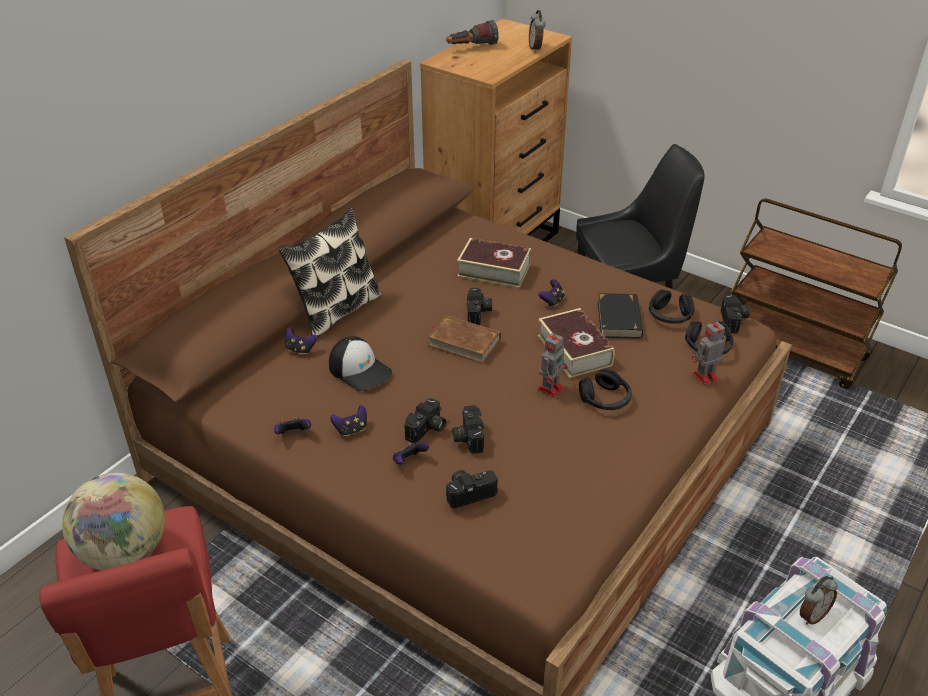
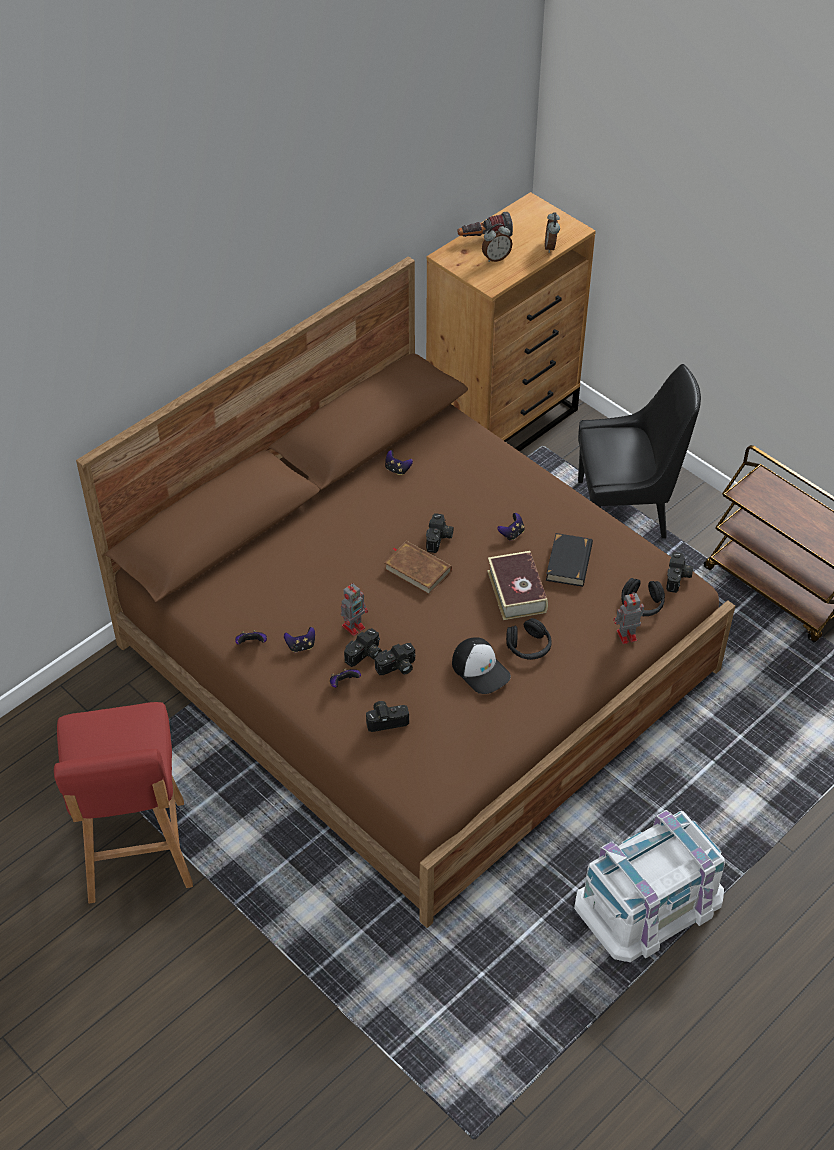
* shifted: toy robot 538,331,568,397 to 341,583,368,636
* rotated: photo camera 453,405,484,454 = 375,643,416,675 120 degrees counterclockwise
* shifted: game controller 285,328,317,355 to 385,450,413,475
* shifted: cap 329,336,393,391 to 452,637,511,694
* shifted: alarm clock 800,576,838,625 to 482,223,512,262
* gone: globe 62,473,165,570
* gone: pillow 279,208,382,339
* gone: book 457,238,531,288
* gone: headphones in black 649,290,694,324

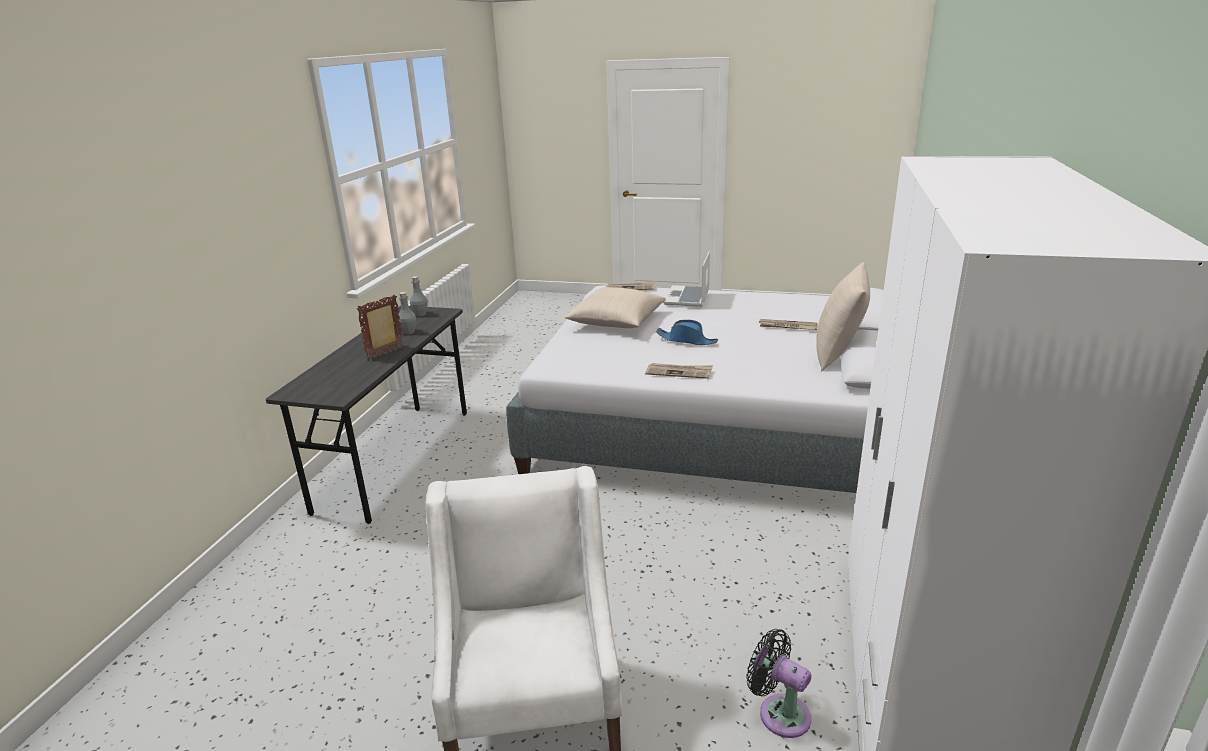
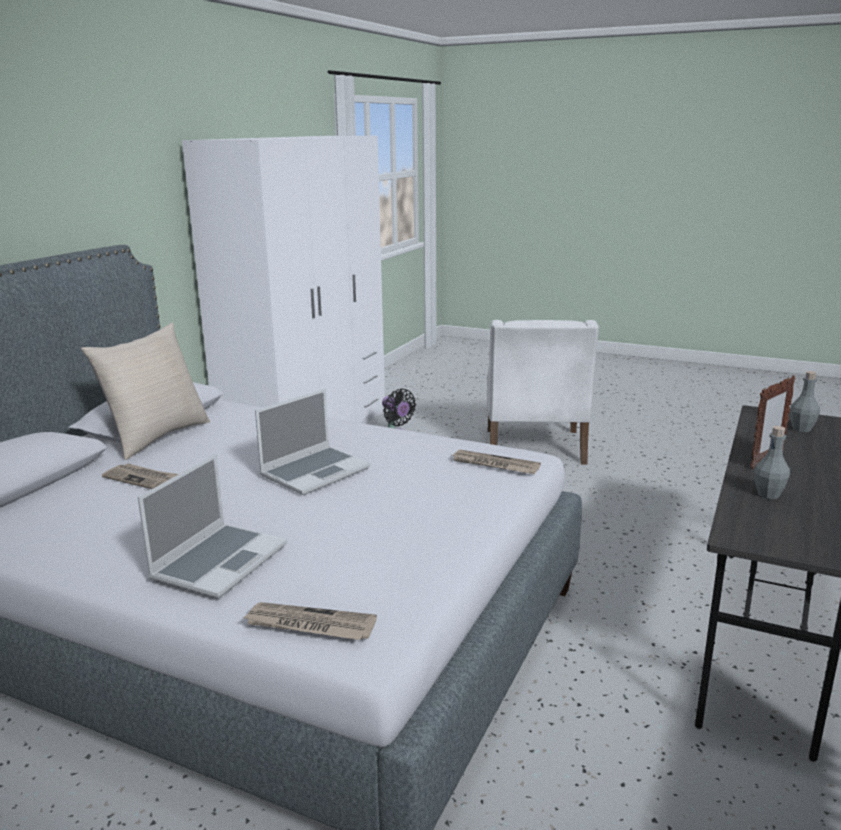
* swapped: hat in blue 656,320,718,345 to laptop 255,389,370,495
* shifted: newspaper 645,363,713,379 to 452,450,541,474
* shifted: bottle in grey 410,276,428,316 to 790,371,820,432
* gone: pillow in beige 564,287,666,328

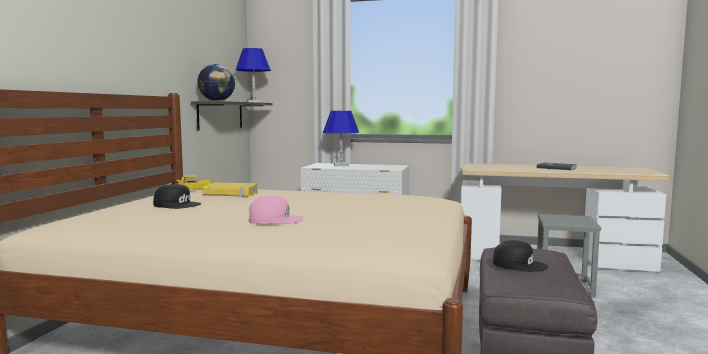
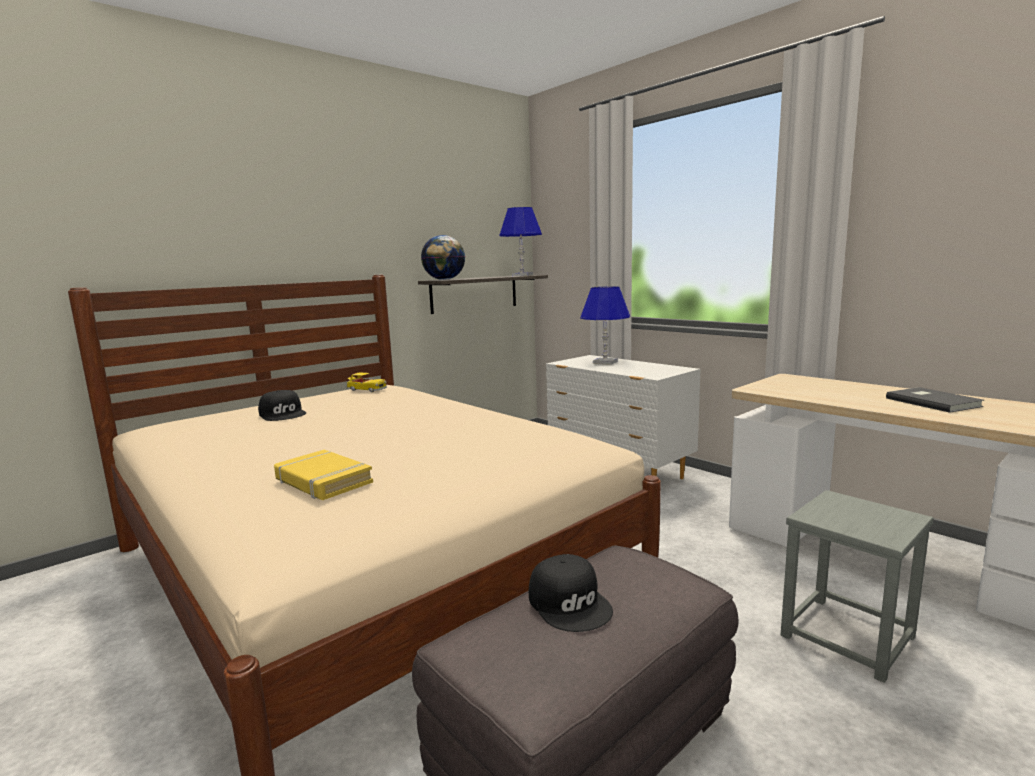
* shifted: book in yellow 202,182,258,197 to 274,450,373,500
* gone: cap in pink 249,196,304,224

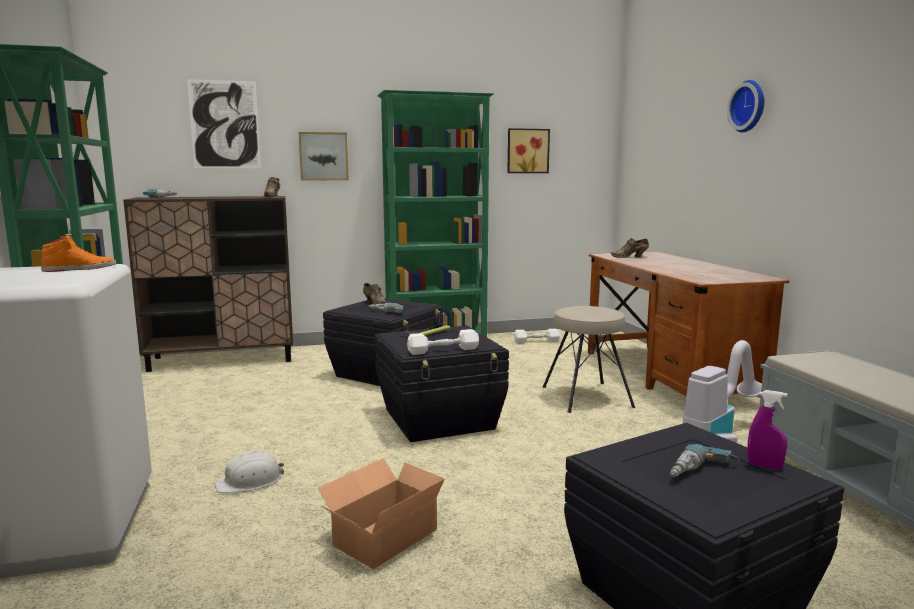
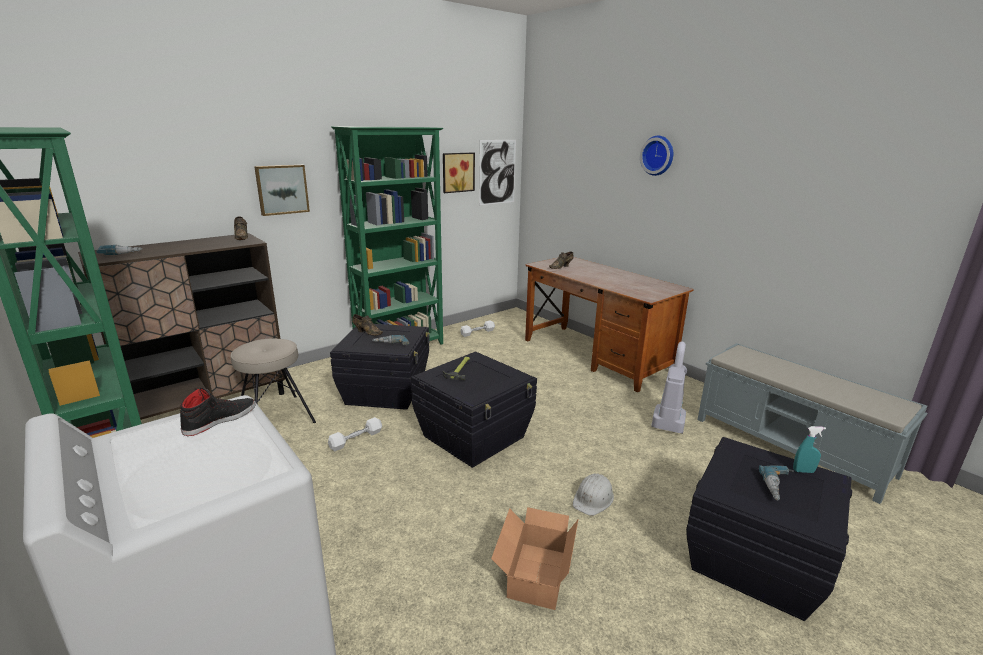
* repainted: shoe in orange 41,234,116,272 to shoe in black 179,387,256,436
* shifted: stool in beige 542,306,635,413 to 231,338,316,423
* shifted: dumbbell in white 407,329,479,355 to 328,417,382,451
* shifted: picture 187,79,261,168 to 479,140,516,206
* shifted: hard hat in white 214,450,284,493 to 573,474,614,516
* repainted: spray bottle in purple 747,390,788,469 to spray bottle in turquoise 793,426,826,473

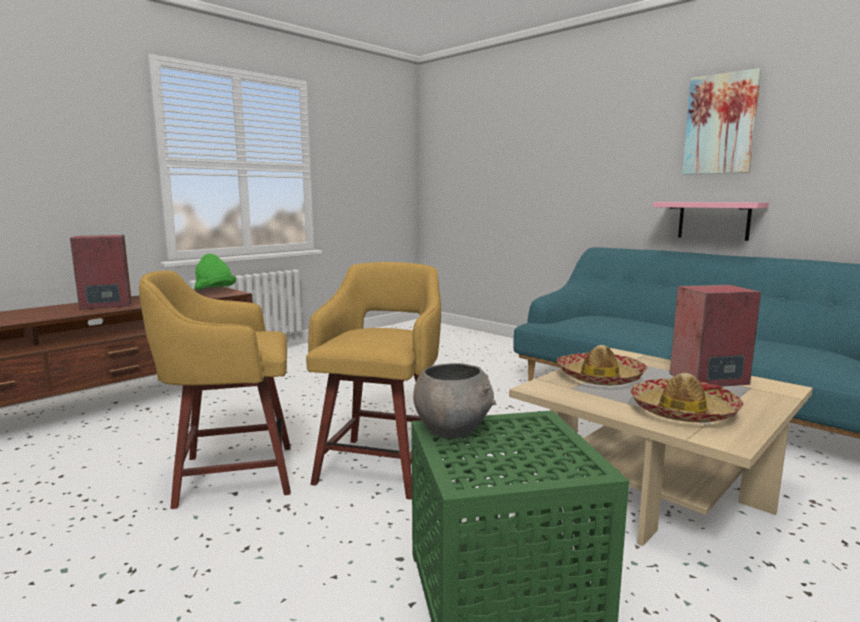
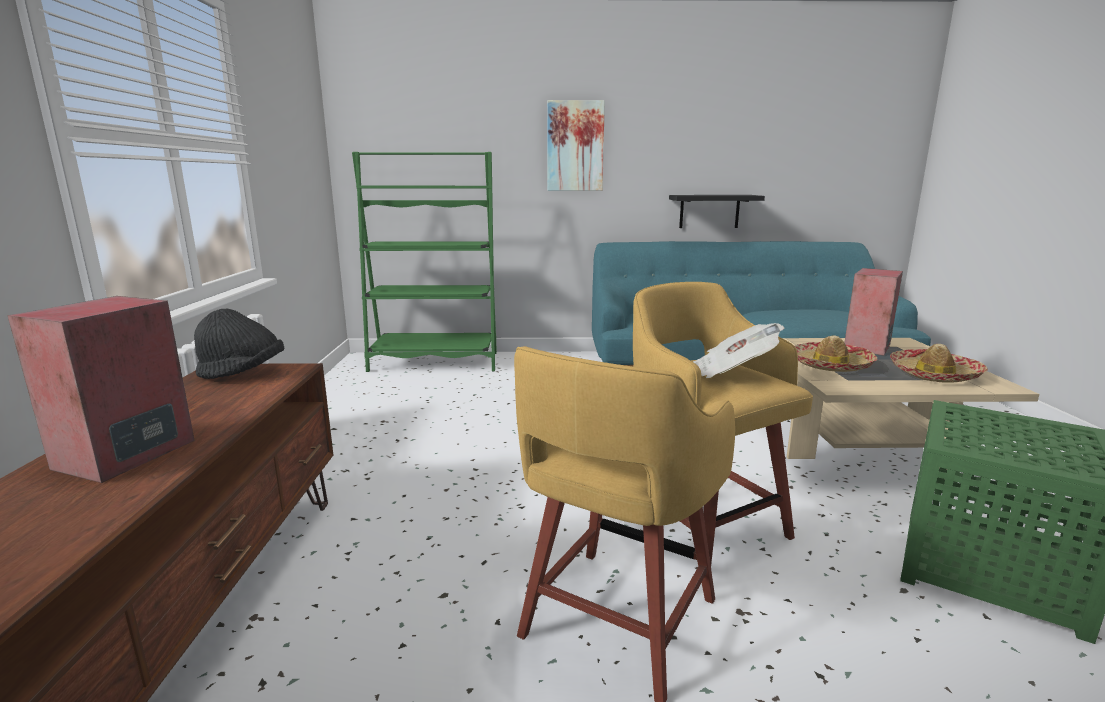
* repainted: hat in green 194,254,236,290 to hat in black 194,309,284,379
* new: bookcase in green 352,152,497,372
* shifted: picture 682,68,761,175 to 547,100,605,191
* repainted: shelf in pink 653,202,769,241 to shelf in black 669,195,765,228
* new: newspaper 693,323,785,378
* gone: bowl in grey 413,363,496,438

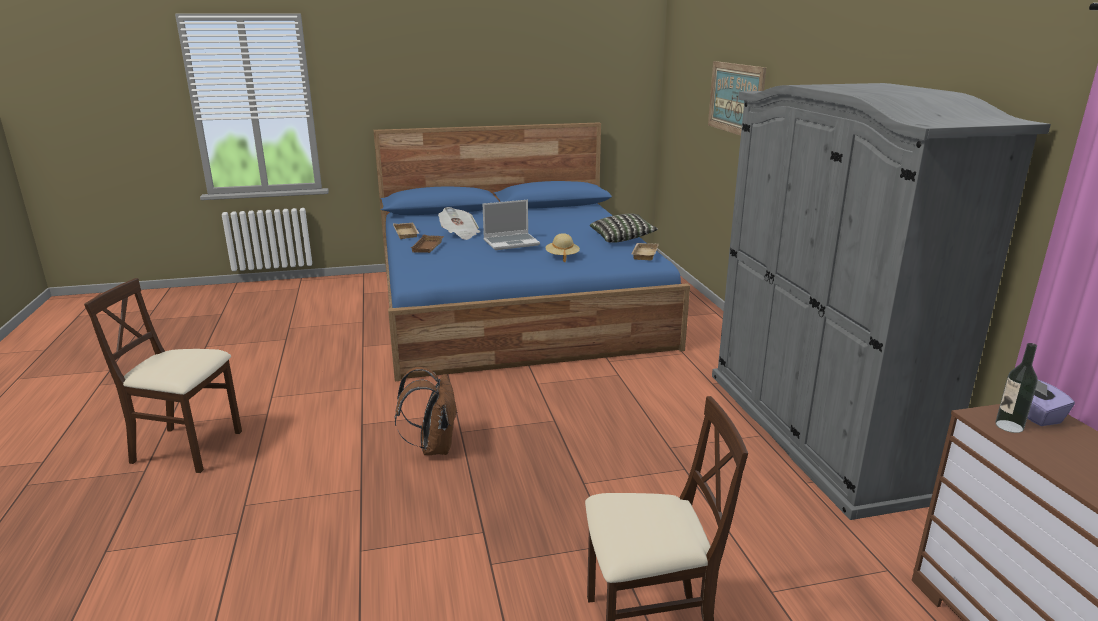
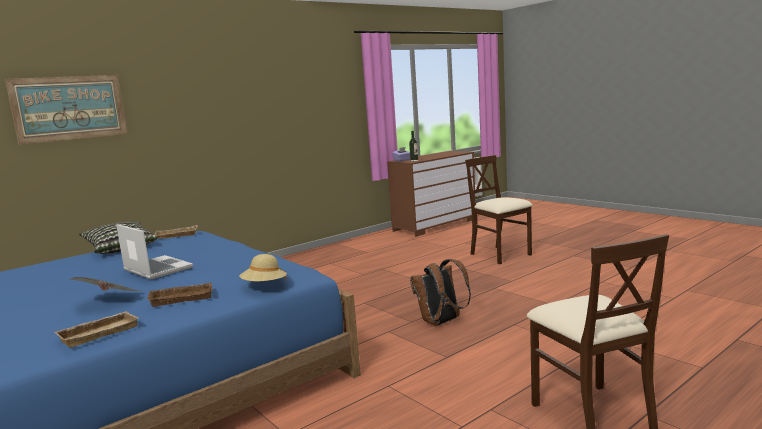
* shifted: hat in beige 546,233,580,262 to 239,254,287,281
* gone: wardrobe in grey 712,83,1051,520

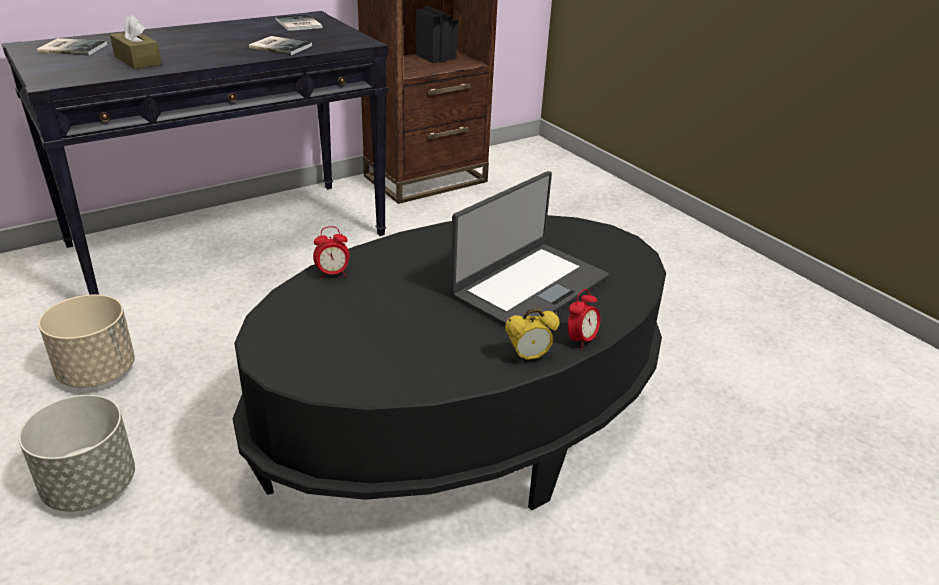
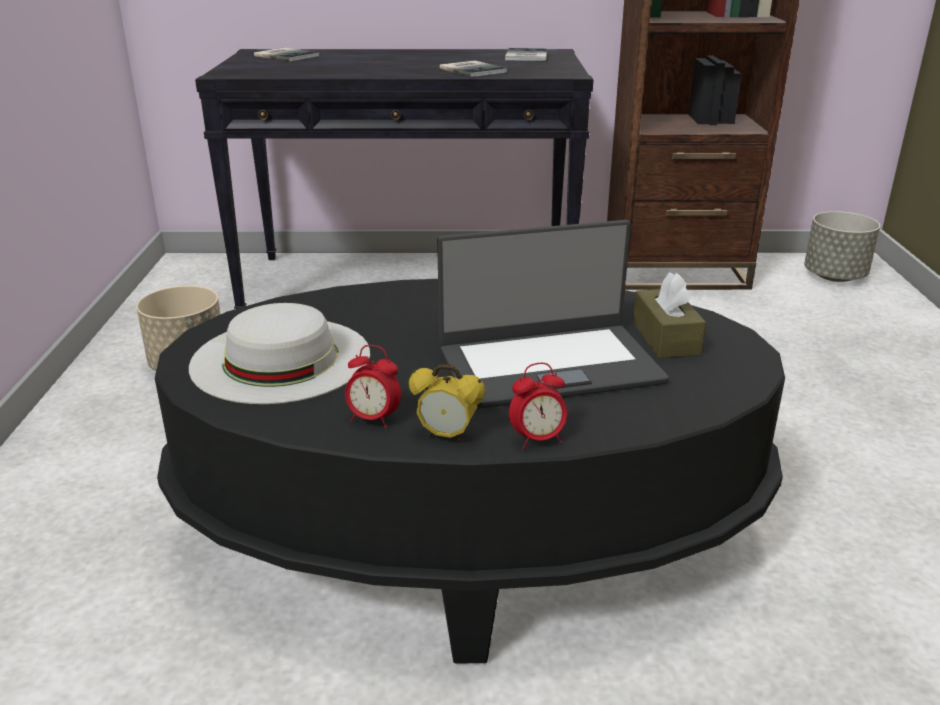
* new: hat in white 189,303,370,404
* shifted: alarm clock 313,226,349,279 to 345,345,401,428
* shifted: tissue box in brown 110,15,161,69 to 633,272,706,358
* shifted: planter in grey 19,395,135,512 to 804,211,880,282

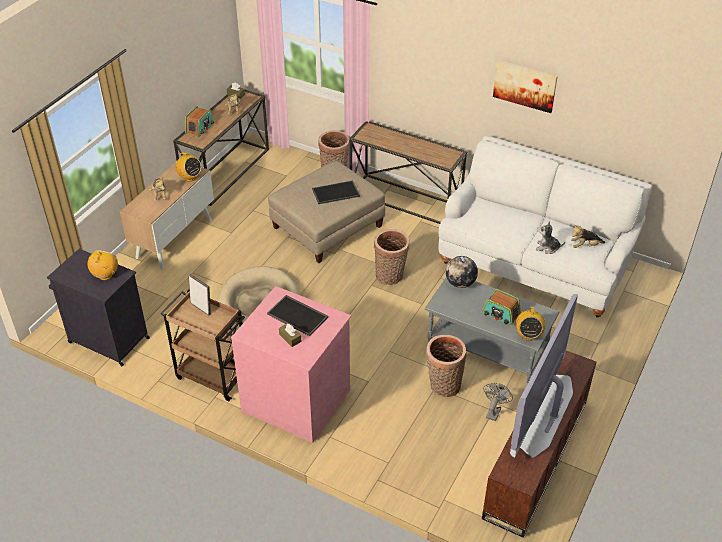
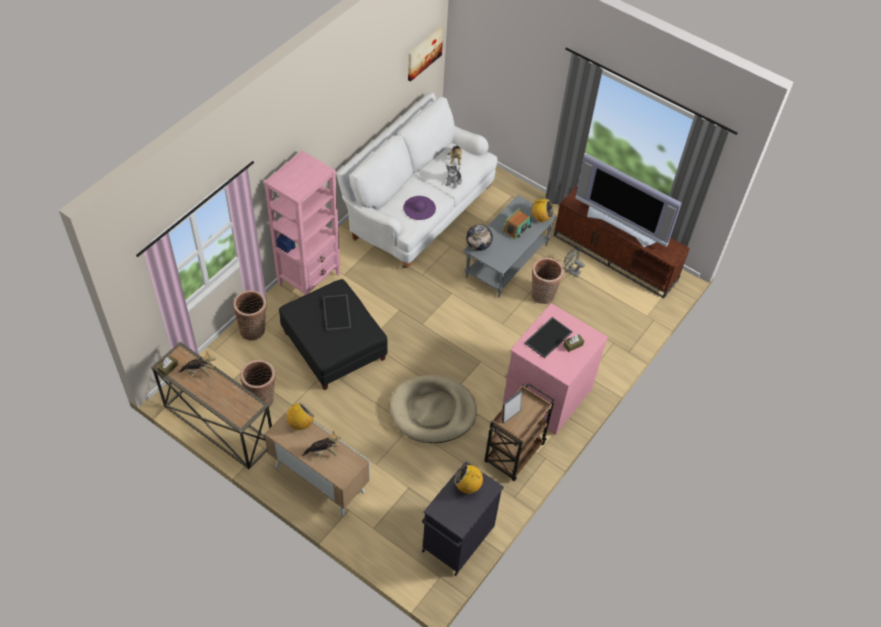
* shifted: basket 374,229,409,285 to 240,360,276,407
* swapped: console table 349,121,467,224 to bookcase in pink 264,151,341,296
* repainted: ottoman in beige 268,161,385,263 to ottoman in black 279,279,388,390
* new: hat in purple 403,196,436,220
* shifted: picture 493,60,558,113 to 408,27,443,82
* gone: radio 185,106,214,137

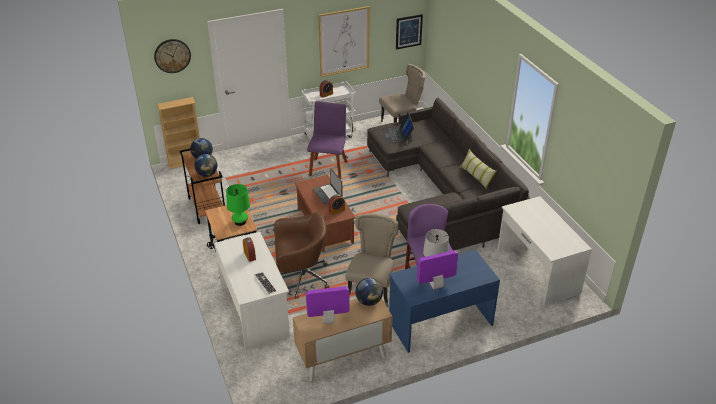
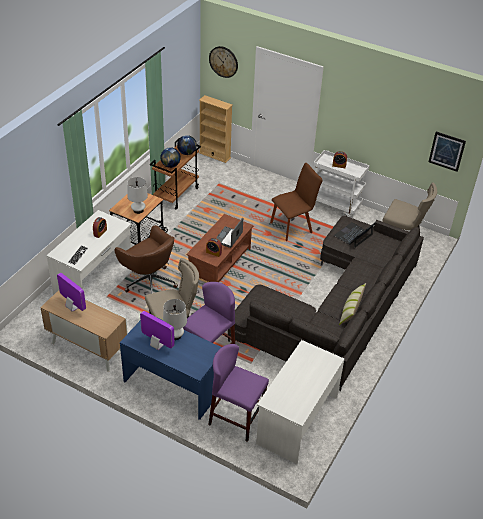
* repainted: table lamp in green 226,184,250,226 to table lamp in white 127,177,148,214
* new: stool in purple 208,344,269,442
* repainted: chair in purple 307,101,347,179 to chair in brown 270,163,323,241
* gone: picture 318,6,370,77
* gone: globe 355,278,383,306

